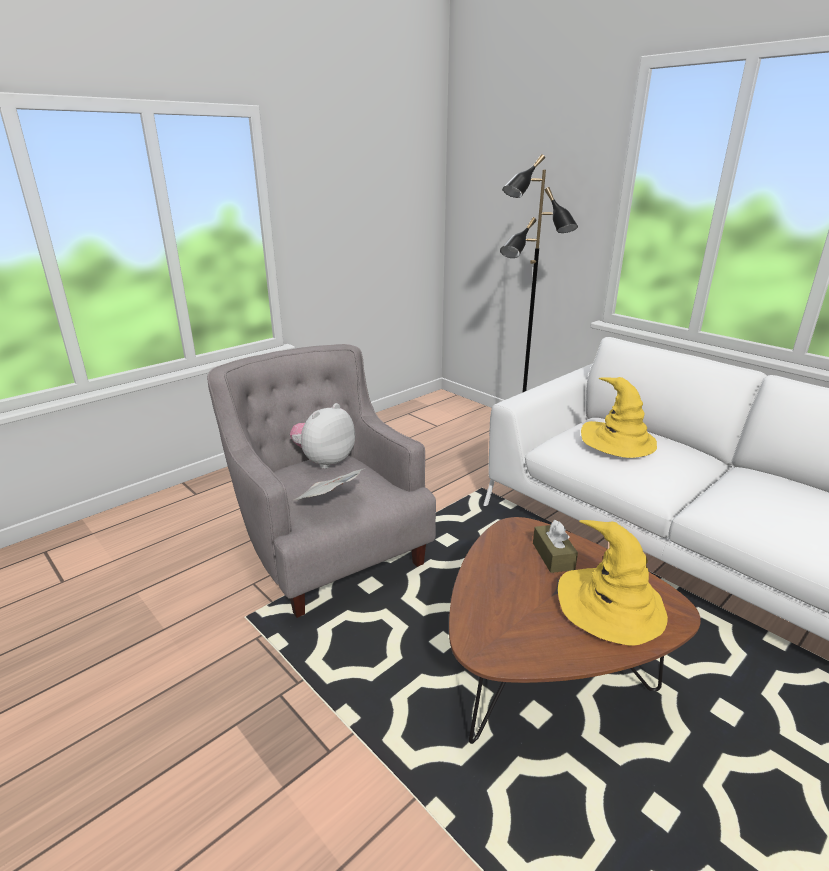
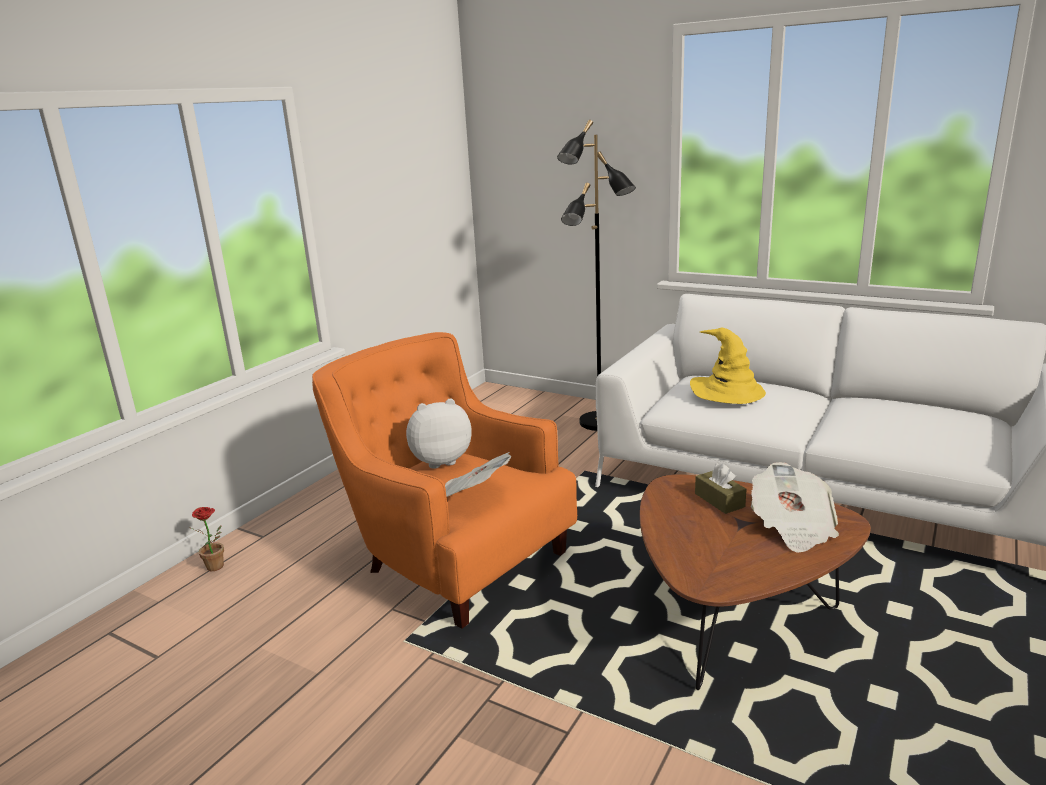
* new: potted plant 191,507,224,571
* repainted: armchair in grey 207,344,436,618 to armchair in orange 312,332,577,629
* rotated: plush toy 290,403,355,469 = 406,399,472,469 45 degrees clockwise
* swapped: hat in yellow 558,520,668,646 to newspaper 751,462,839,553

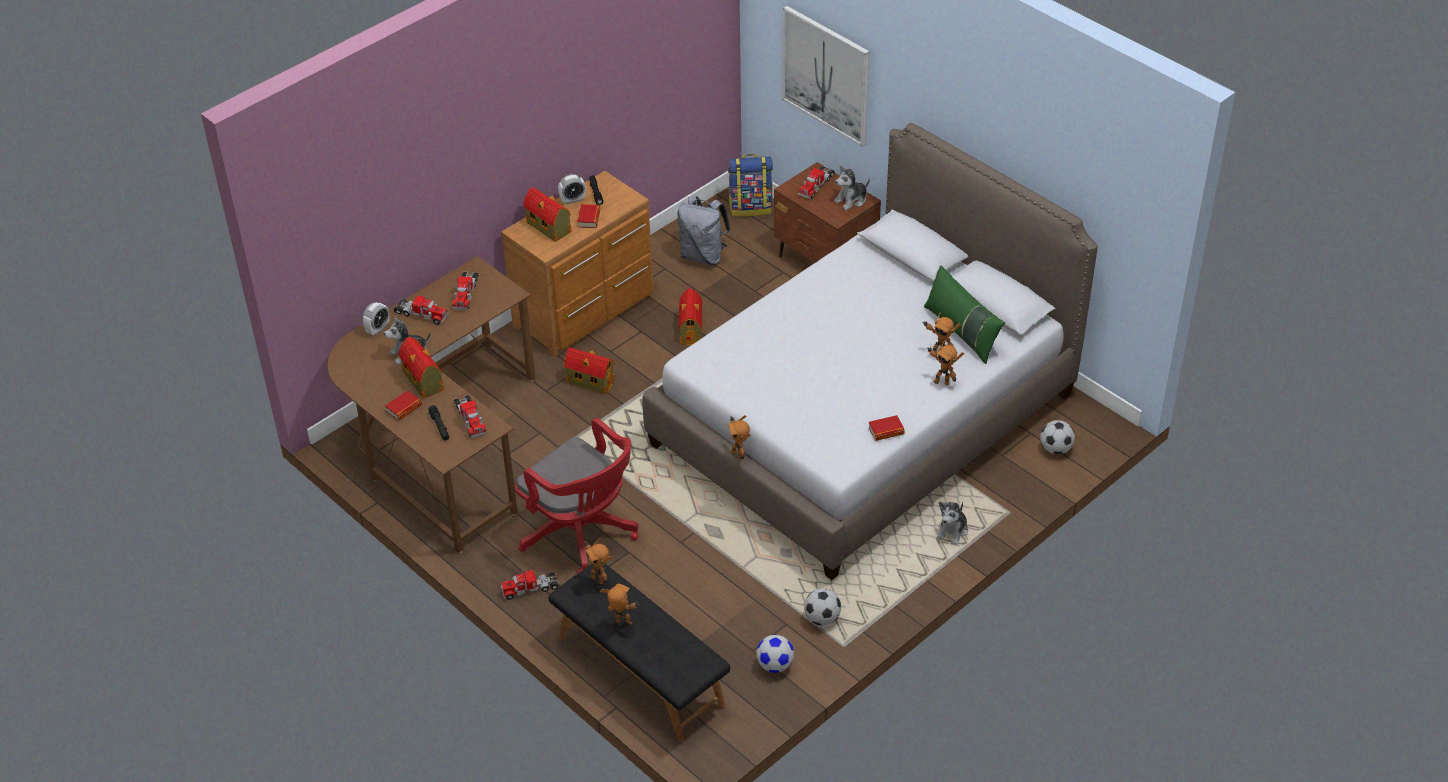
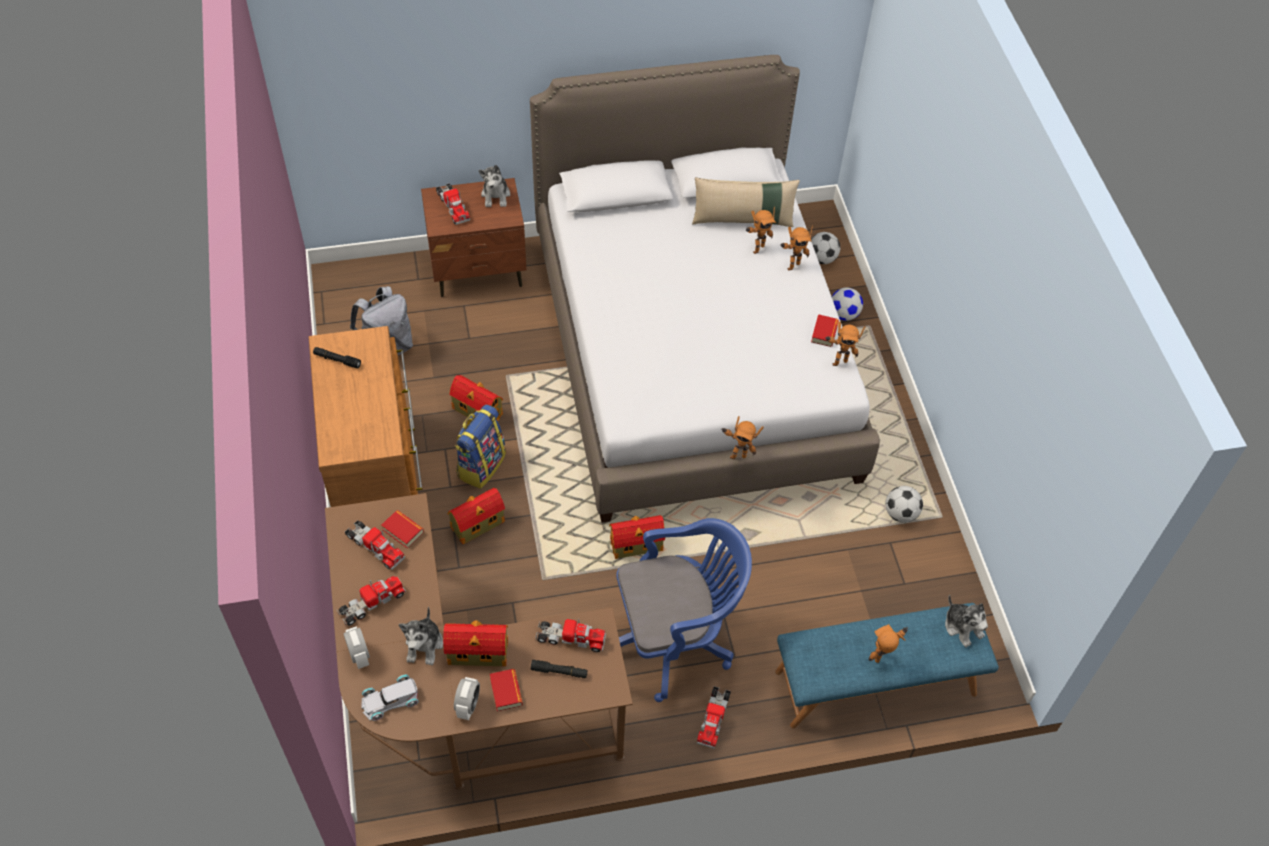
* new: toy car in white 361,674,419,721
* shifted: book 577,204,600,228 to 381,510,424,549
* shifted: alarm clock 558,174,586,204 to 454,677,480,720
* shifted: backpack 728,154,773,217 to 455,404,506,489
* shifted: toy house 523,187,571,242 to 609,515,665,559
* repainted: office chair in red 515,418,638,574 to office chair in blue 616,518,752,702
* repainted: pillow in green 924,265,1005,364 to pillow in beige 692,177,800,227
* repainted: bench in black 548,564,730,742 to bench in blue 775,603,999,729
* shifted: toy robot 584,538,612,584 to 825,322,866,366
* shifted: football 756,635,794,673 to 832,287,863,321
* shifted: plush toy 937,501,968,545 to 945,595,988,648
* gone: picture 782,6,870,147

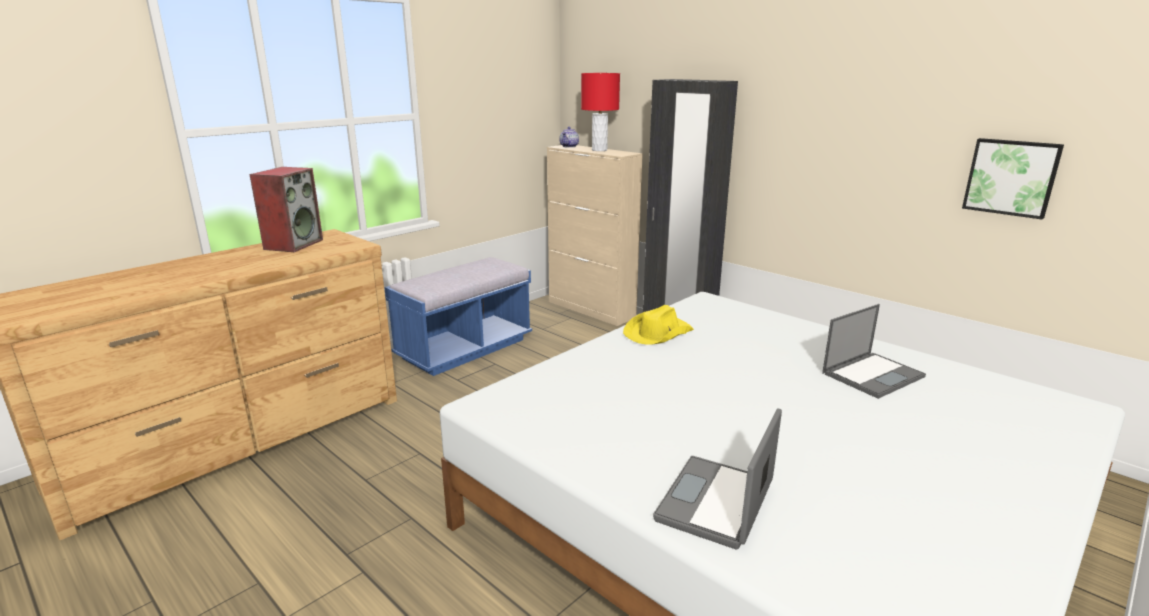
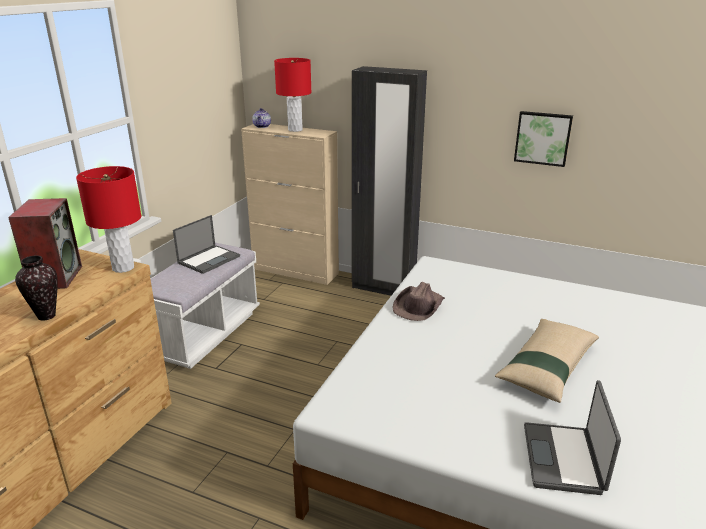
* new: vase 15,255,58,321
* new: table lamp in red 76,166,141,273
* repainted: bench in blue 384,257,532,376 to bench in white 150,243,260,369
* shifted: laptop 822,304,926,399 to 173,215,240,274
* repainted: hat in yellow 623,305,694,345 to hat in brown 392,282,445,321
* new: pillow in beige 495,319,599,403
* shifted: picture 962,138,1064,219 to 514,111,573,167

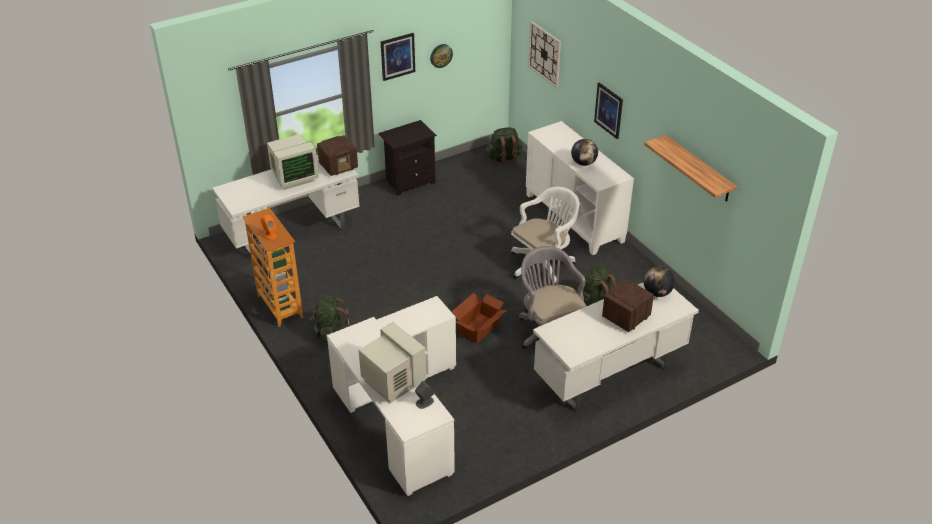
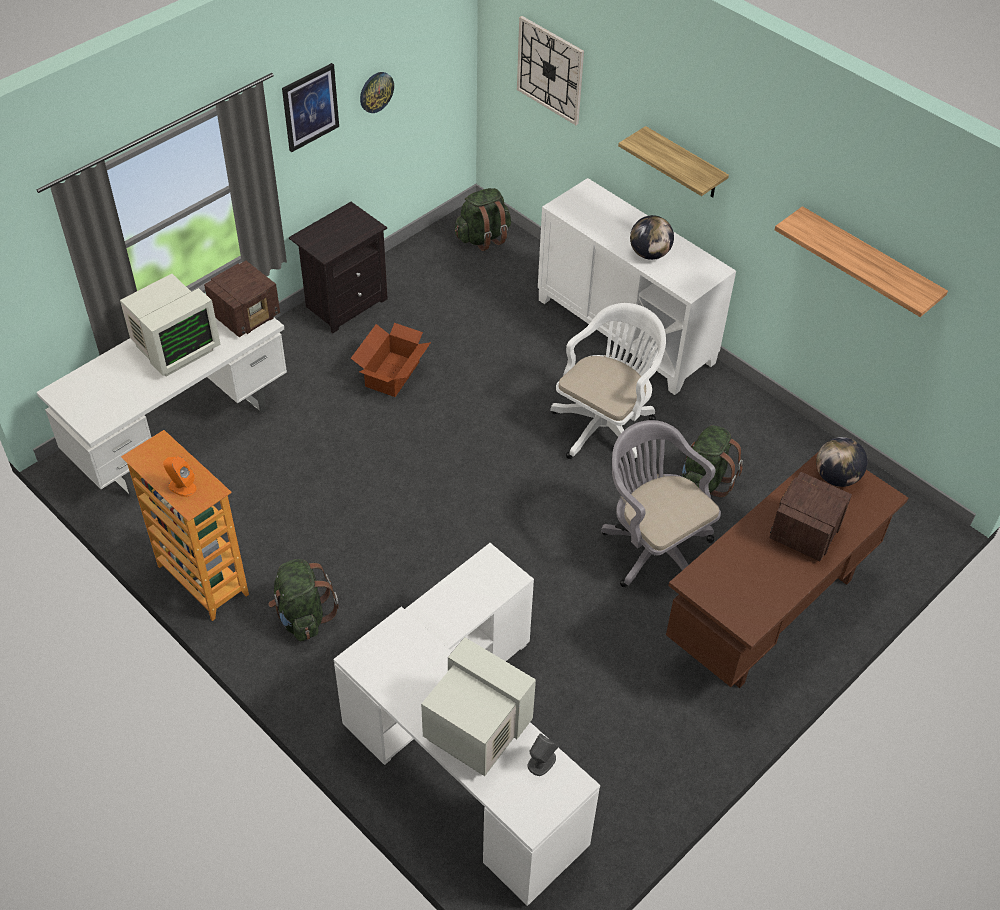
* shifted: cardboard box 452,293,507,343 to 351,323,431,397
* swapped: picture 594,83,623,139 to shelf 618,126,729,198
* repainted: desk in white 533,282,699,412 to desk in brown 666,452,908,688

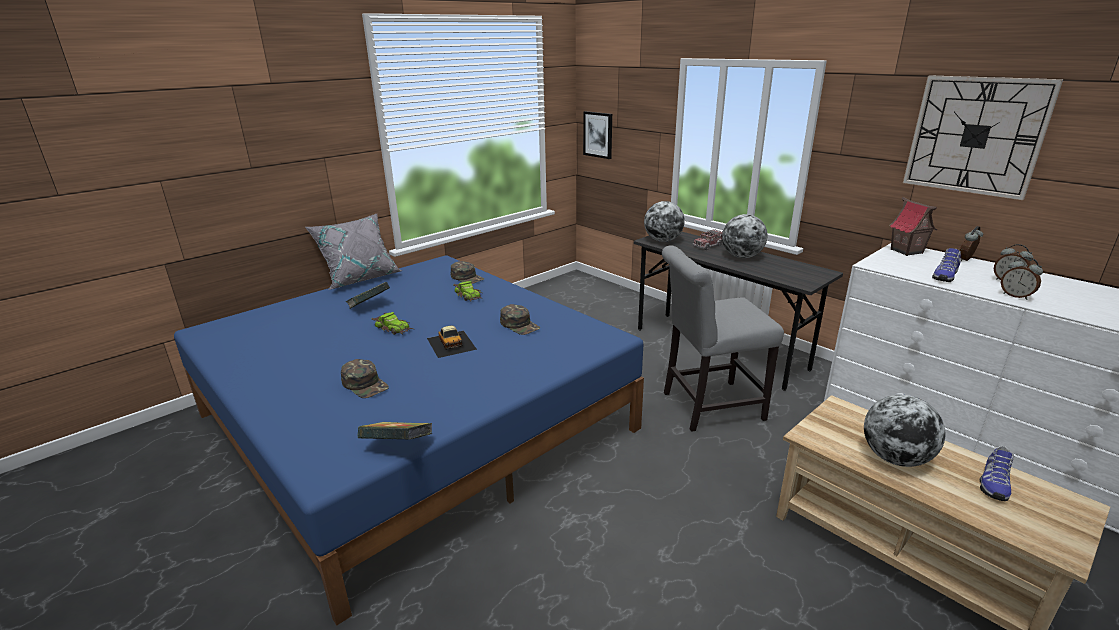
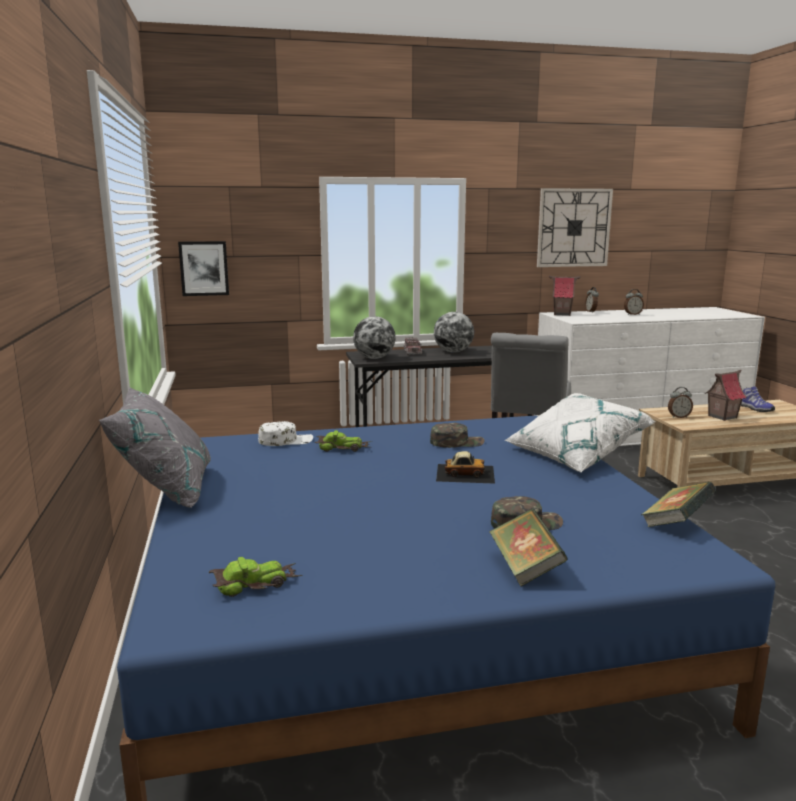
* shifted: toy car 372,312,413,335 to 209,557,303,597
* repainted: cap in green 450,261,484,284 to cap in white 258,421,313,446
* shifted: book 346,282,390,309 to 489,509,568,586
* new: pillow in white 504,393,655,472
* shifted: alarm clock 1001,257,1043,300 to 668,387,693,418
* swapped: globe 864,395,945,467 to toy house 705,370,747,421
* gone: shoe 932,248,961,282

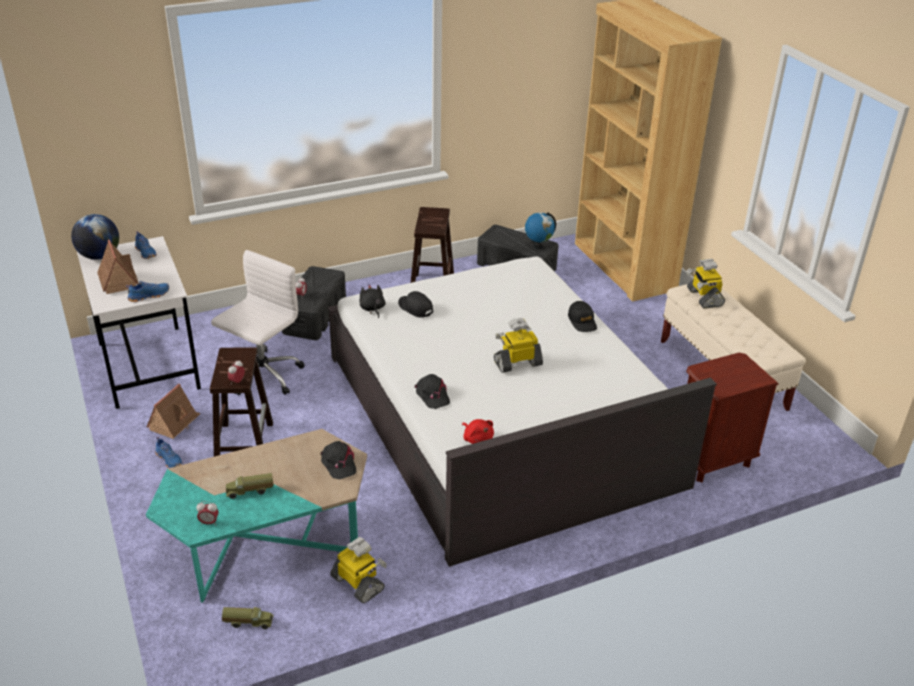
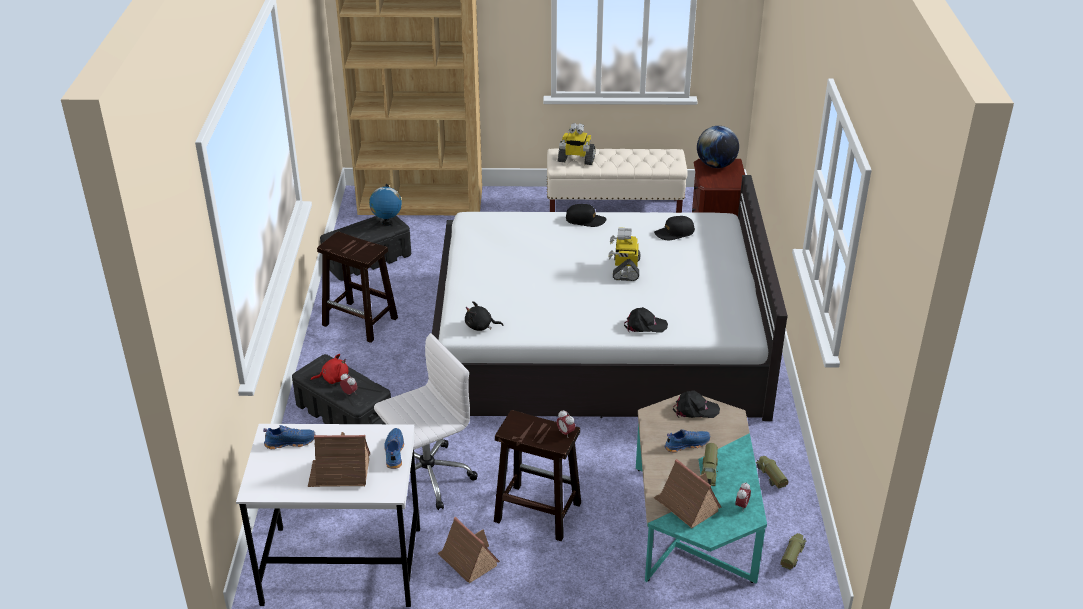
* shifted: plush toy in red 462,419,494,444 to 311,354,348,384
* rotated: office chair in white 211,250,305,395 = 374,333,477,510 90 degrees clockwise
* shifted: cap in black 398,291,433,318 to 654,216,695,240
* new: toy house 654,459,722,529
* shifted: shoe in blue 155,437,182,468 to 665,429,710,453
* shifted: globe 71,214,119,260 to 697,126,739,168
* swapped: toy robot 330,537,387,603 to toy truck 756,456,789,488

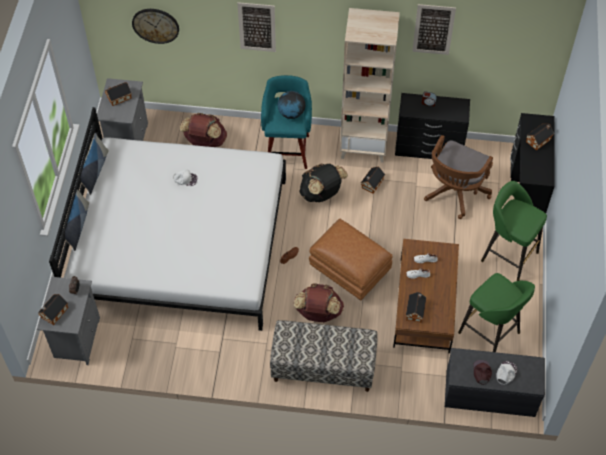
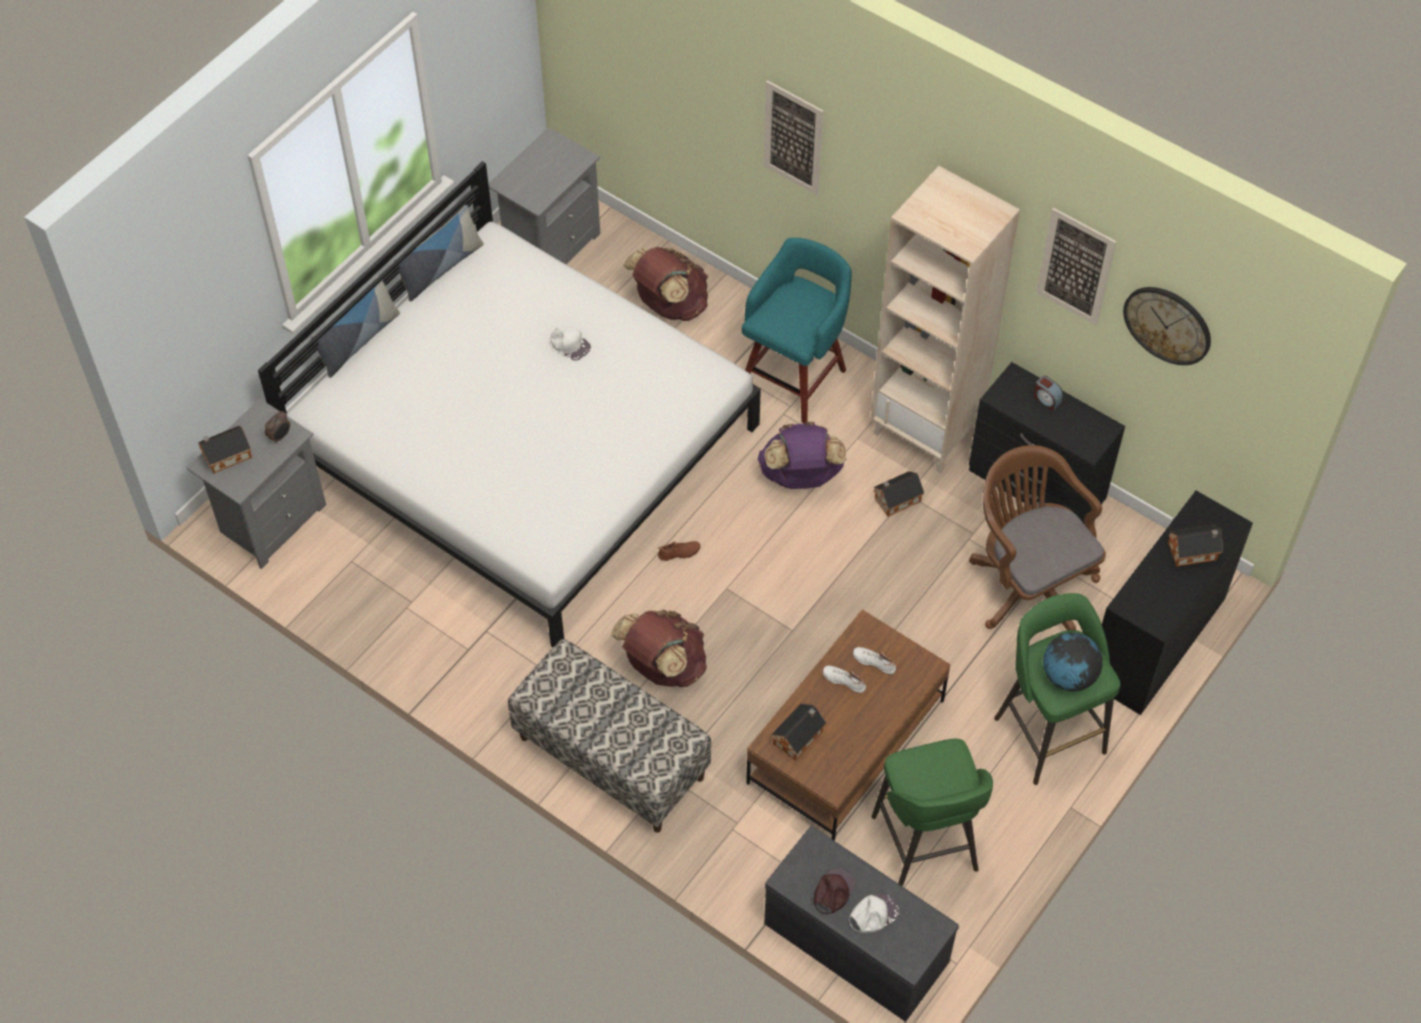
* repainted: backpack in black 299,163,348,202 to backpack in purple 758,422,846,489
* rotated: office chair in brown 424,135,493,219 = 969,445,1106,630 90 degrees clockwise
* shifted: globe 278,91,306,119 to 1043,632,1103,691
* shifted: wall clock 132,9,179,44 to 1123,287,1211,365
* gone: toy house 104,82,132,106
* gone: ottoman in brown 309,219,392,300

